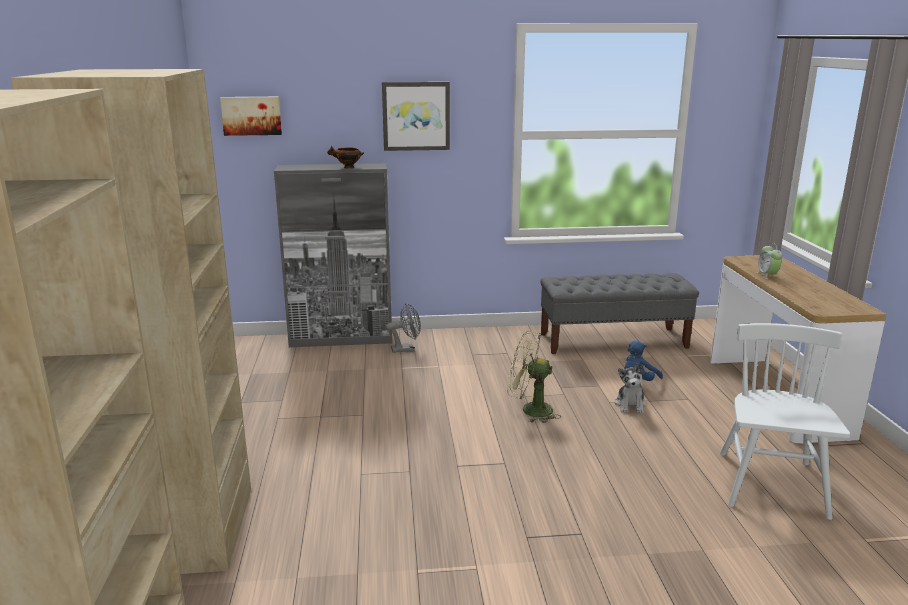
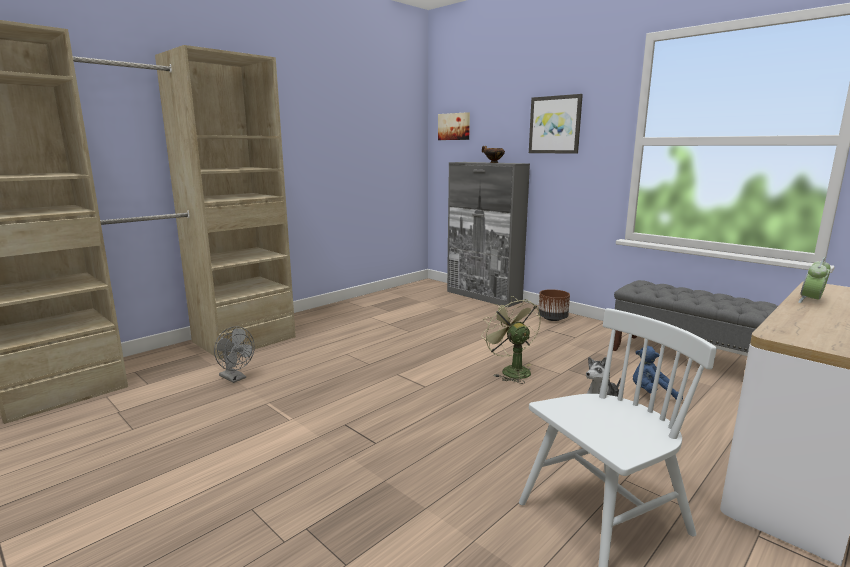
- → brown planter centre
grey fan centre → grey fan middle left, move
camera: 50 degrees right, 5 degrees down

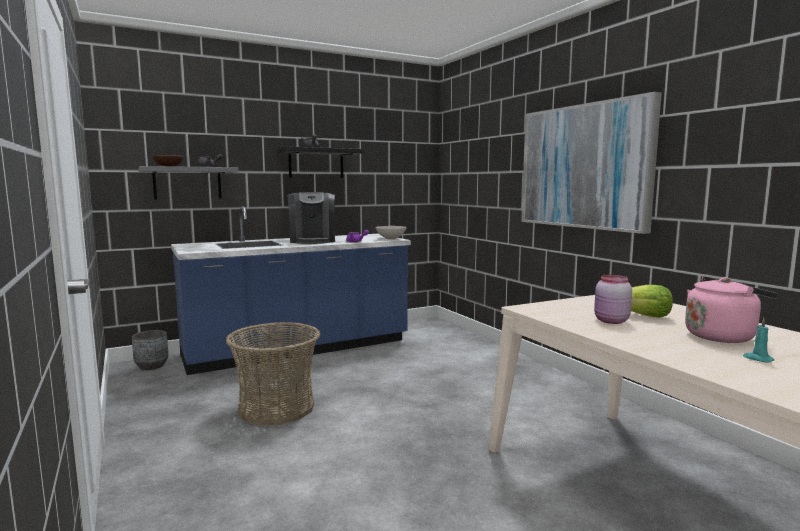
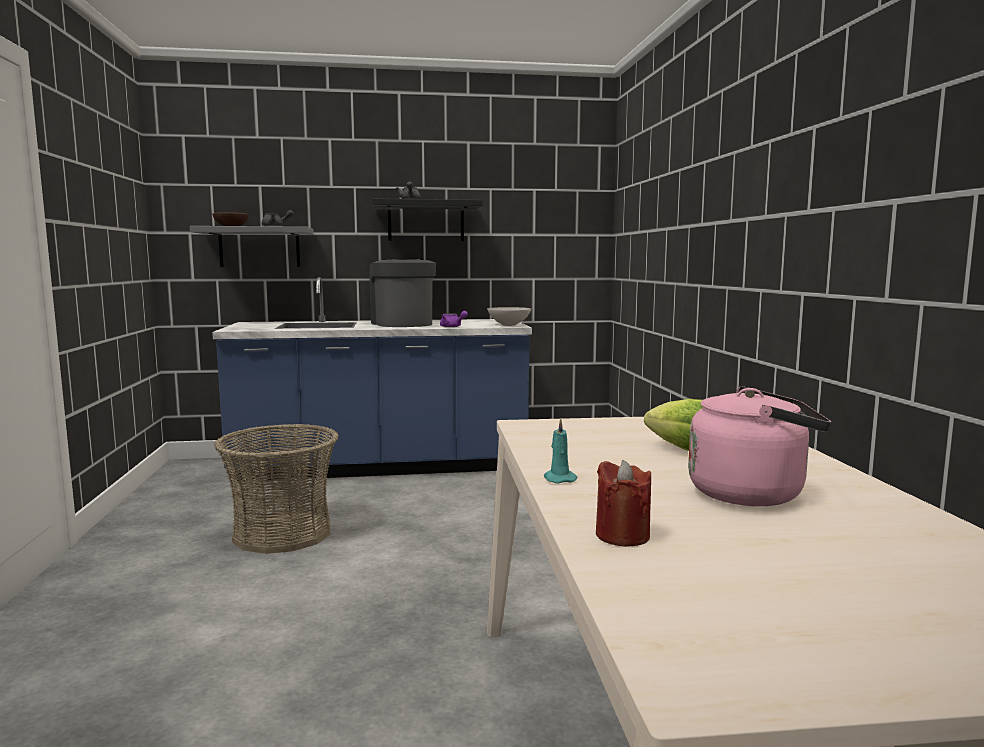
grey planter middle left → -
picture top right → -
pink jar middle right → -
- → red candle bottom centre
turquoise candle middle right → turquoise candle centre, move
coffee machine centre, 150 degrees clockwise
camera: 20 degrees right, 0 degrees up

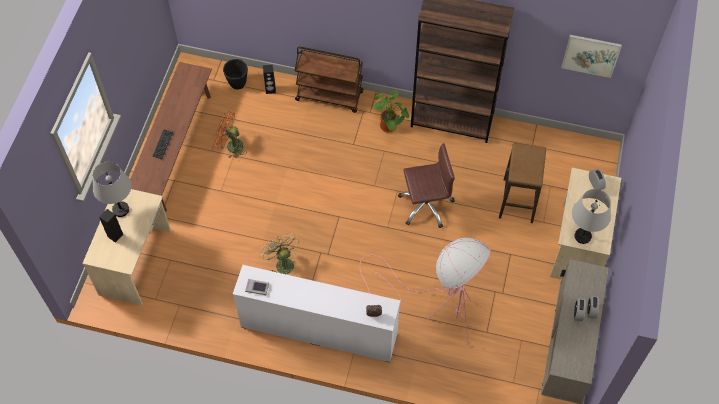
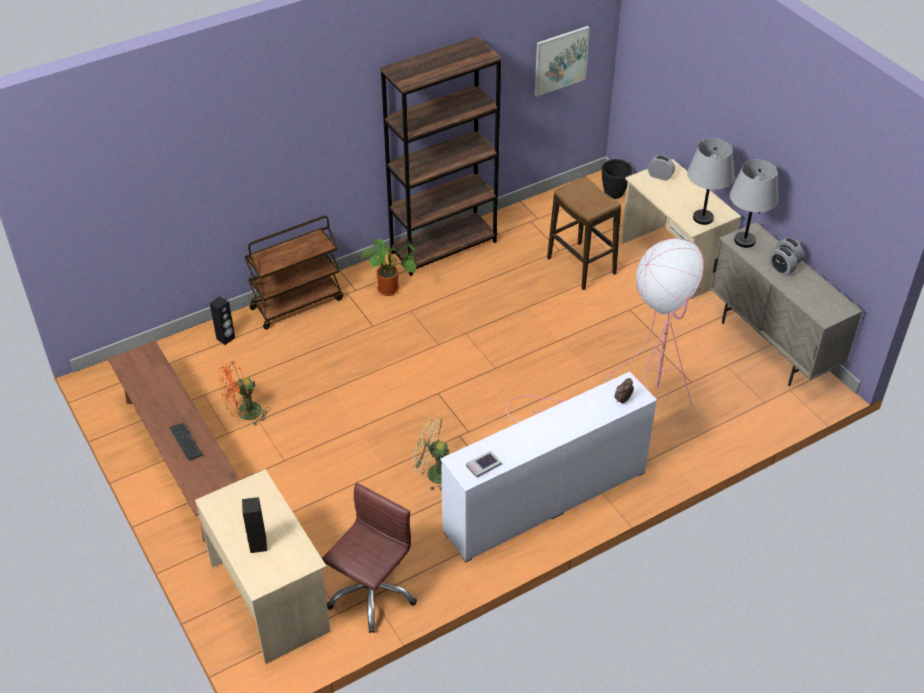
grey table lamp (1st from left in the first image) middle left → grey table lamp (2nd from left) top right, move
black planter top left → black planter top right, move
brown office chair centre → brown office chair bottom centre, move
camera: 45 degrees left, 15 degrees down

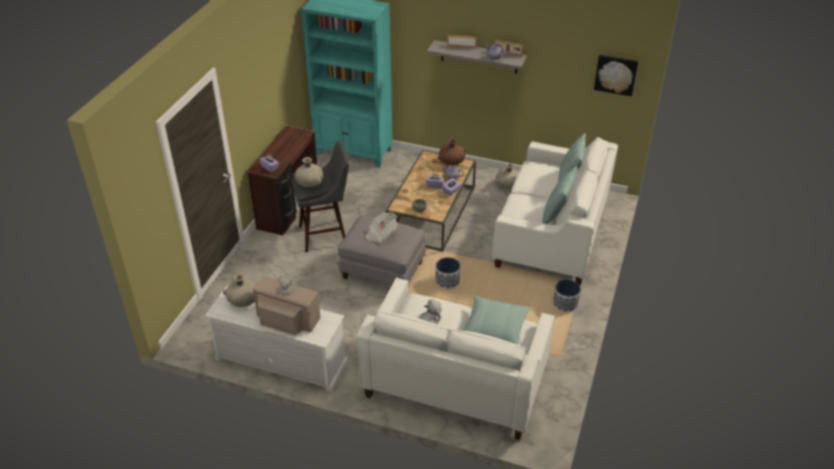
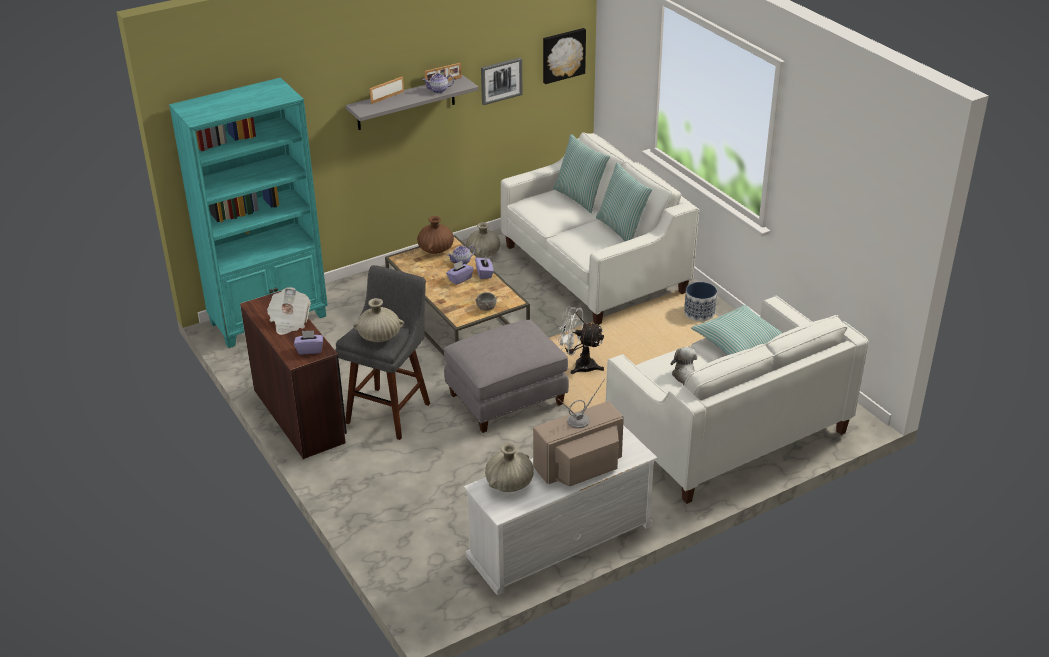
- → picture (1st from left) top centre
newspaper centre → newspaper middle left, move
planter (1st from left) centre → white fan centre
camera: 50 degrees left, 5 degrees down

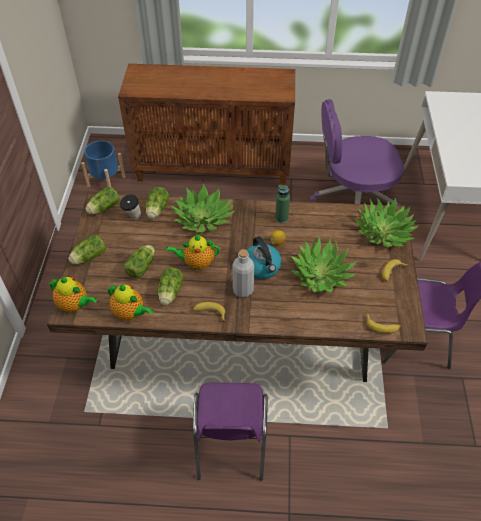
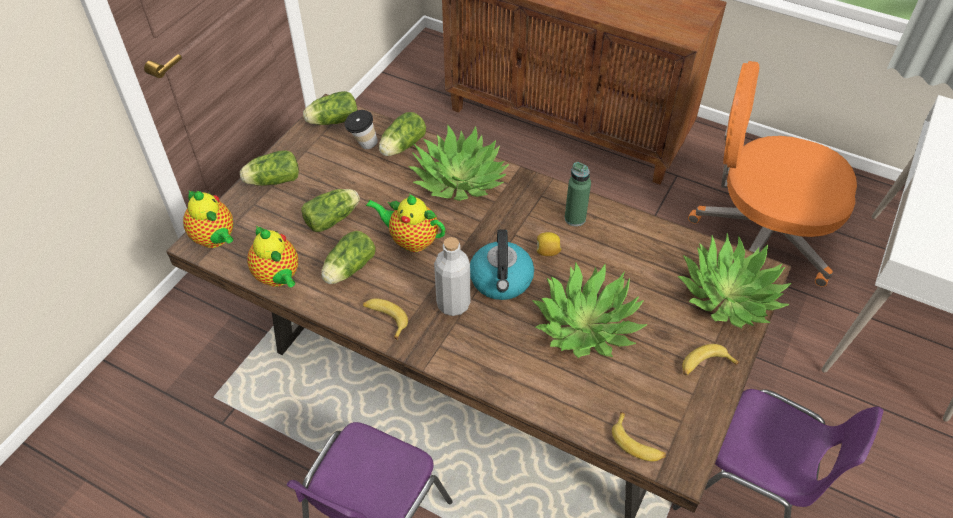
blue planter top left → -
purple office chair top right → orange office chair middle right
camera: 25 degrees right, 0 degrees up

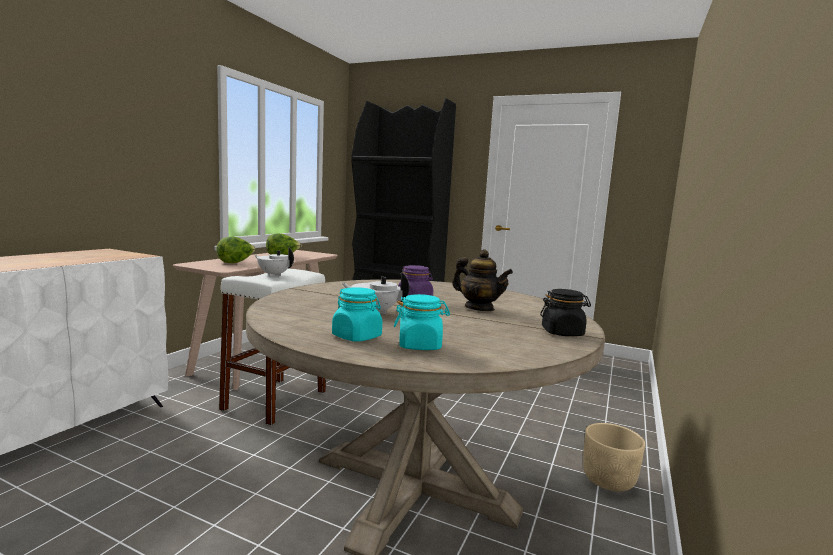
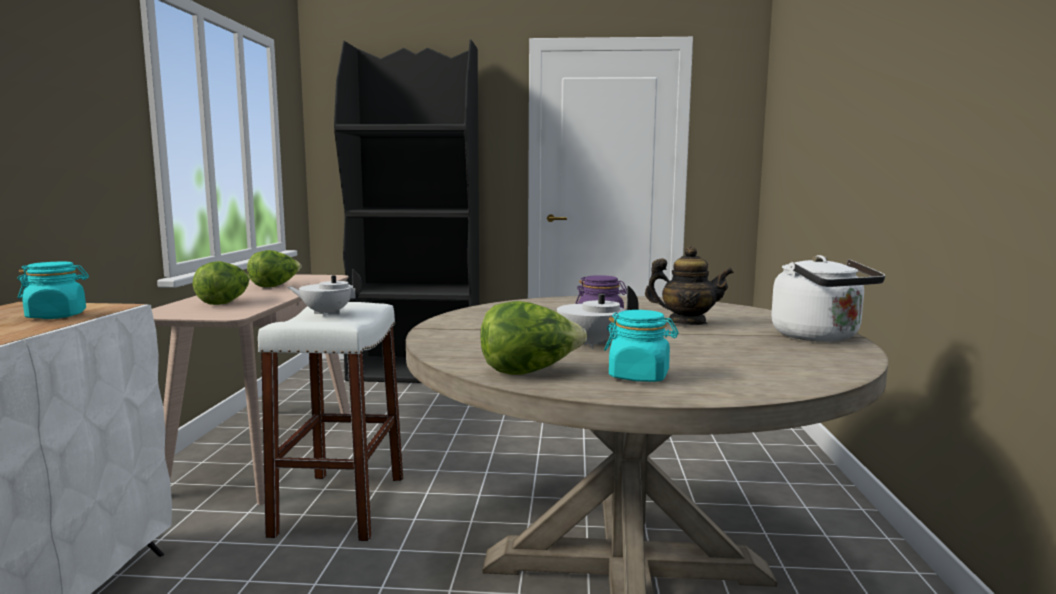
beige planter bottom right → -
- → lettuce (3rd from left) centre
turquoise jar (2nd from left in the first image) centre → turquoise jar (1st from left) middle left, move
black jar middle right → white kettle middle right
camera: 20 degrees left, 0 degrees up

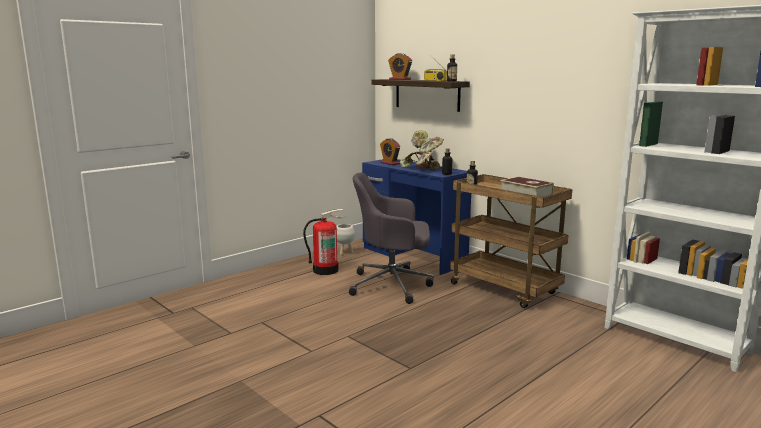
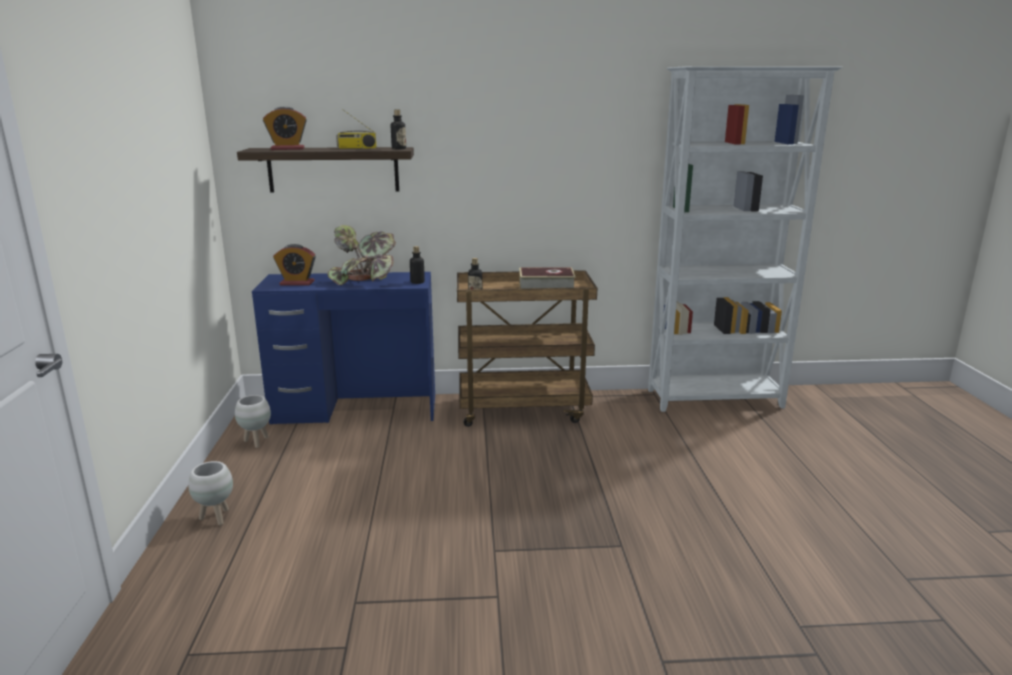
fire extinguisher centre → -
grey office chair centre → -
- → white planter (1st from left) bottom left
camera: 50 degrees left, 5 degrees up

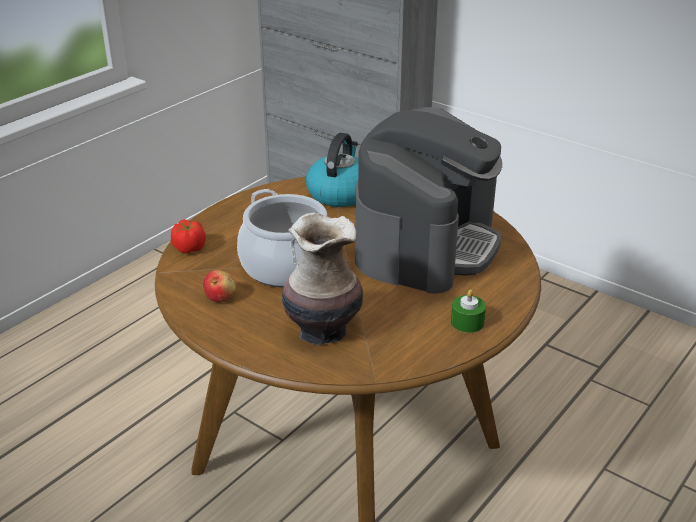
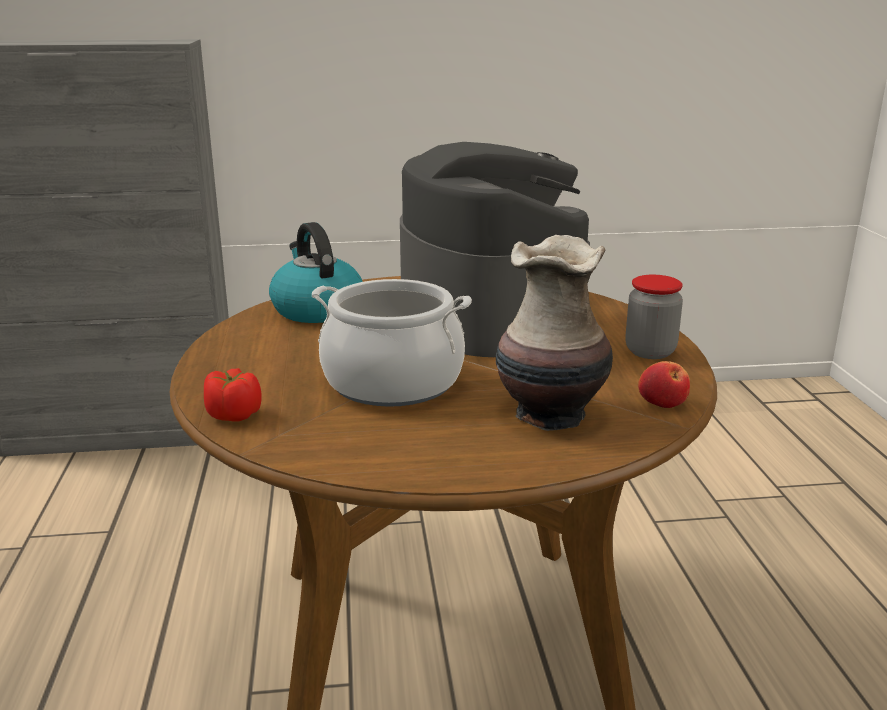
apple middle left → apple middle right, move
green candle middle right → jar middle right
camera: 45 degrees left, 10 degrees down

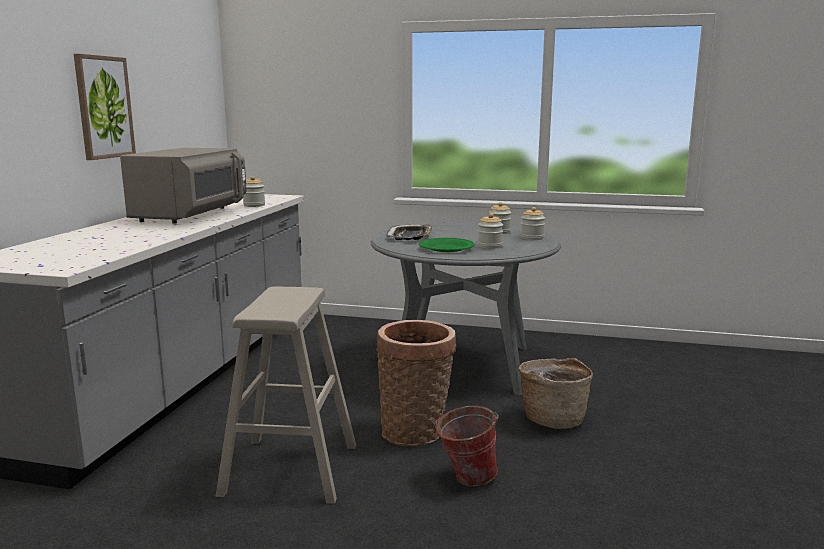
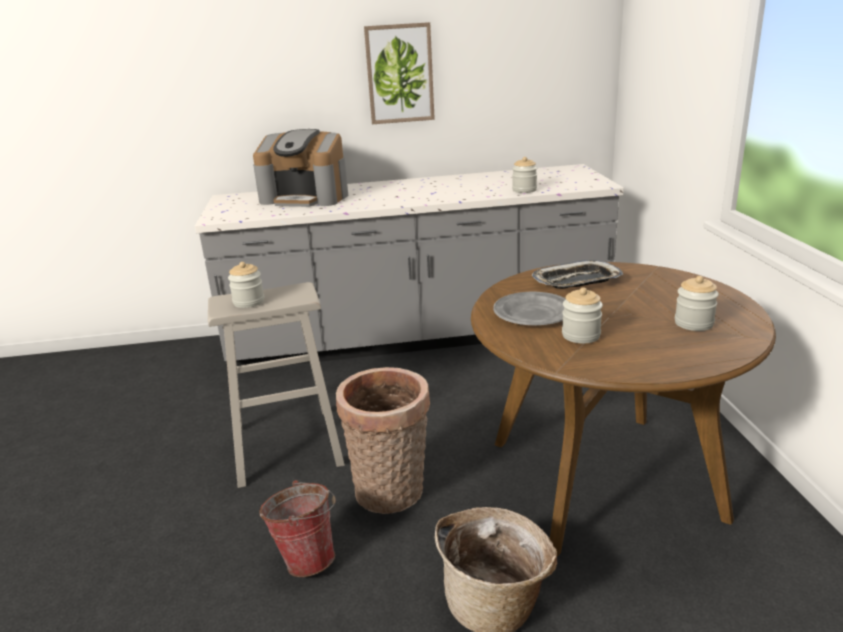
grey microwave middle left → -
- → coffee machine top centre
jar (4th from left in the first image) centre → jar (1st from left) middle left, move
grey dining table centre → brown dining table middle right
green plate centre → grey plate centre
camera: 70 degrees right, 10 degrees up

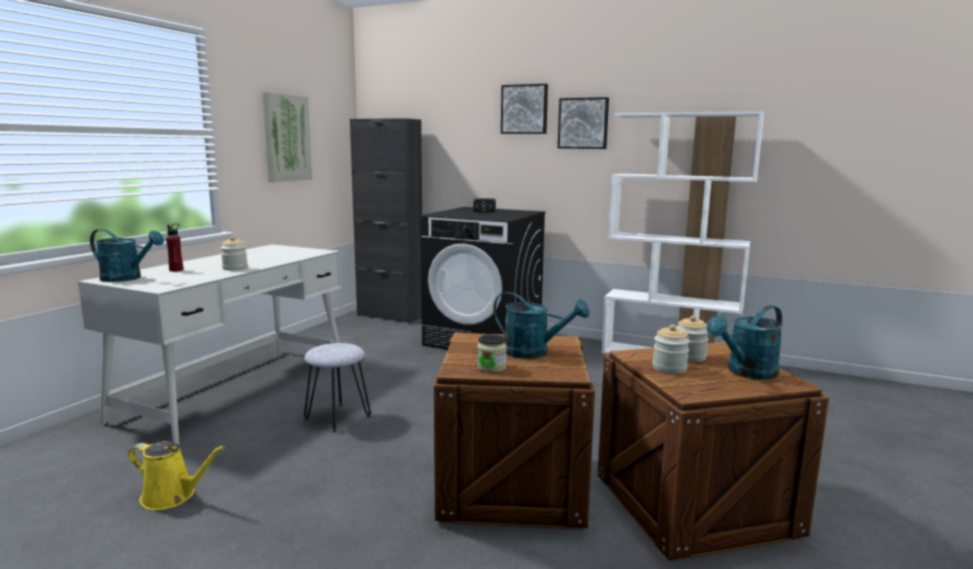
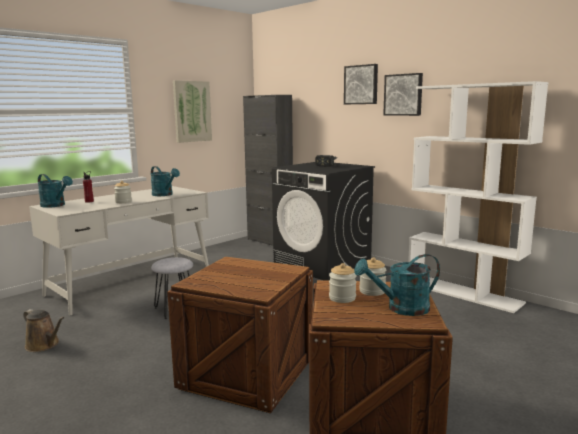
jar (2nd from left) centre → -
turquoise watering can (2nd from left) centre → turquoise watering can (2nd from left) middle left, move
yellow watering can bottom left → brown watering can bottom left
camera: 20 degrees right, 0 degrees up

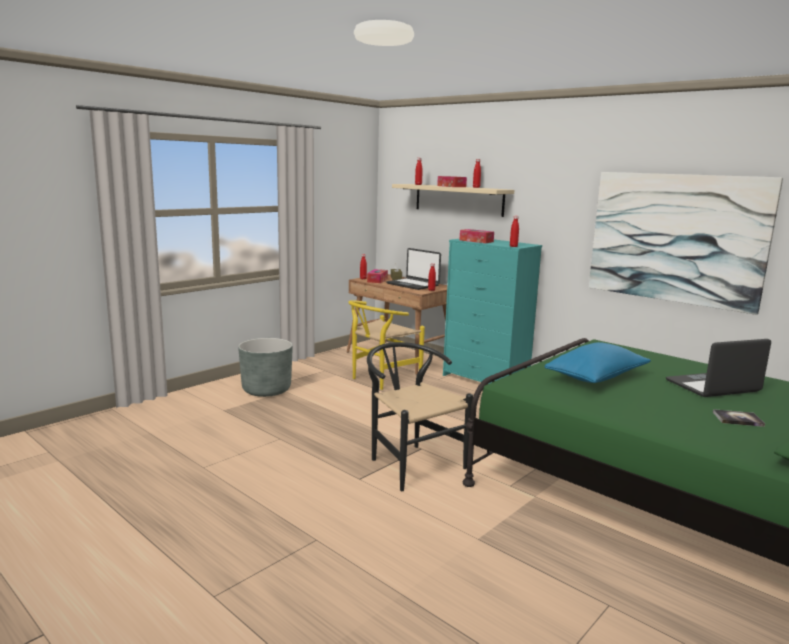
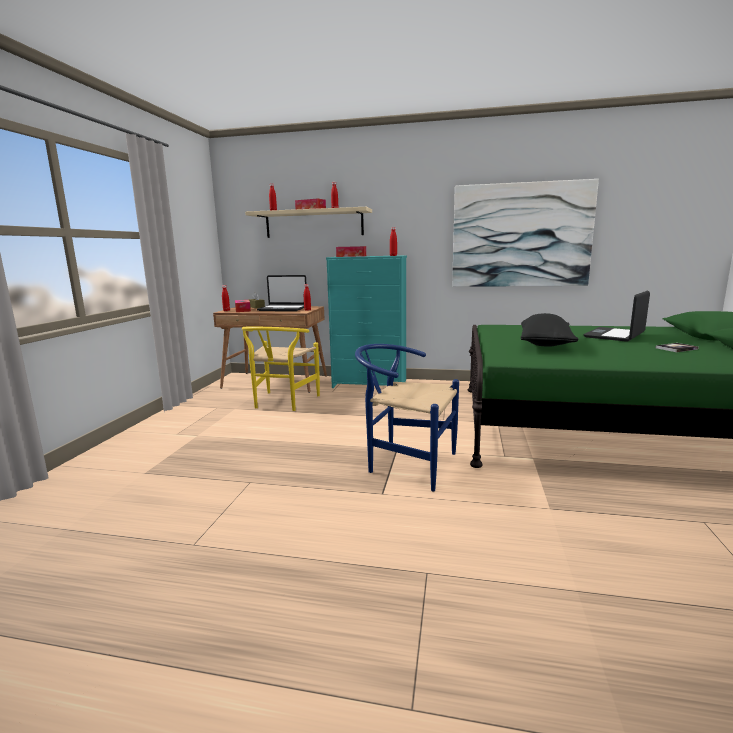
grey planter centre → -
black chair centre → blue chair centre
blue pillow middle right → black pillow middle right
camera: 30 degrees left, 0 degrees up

